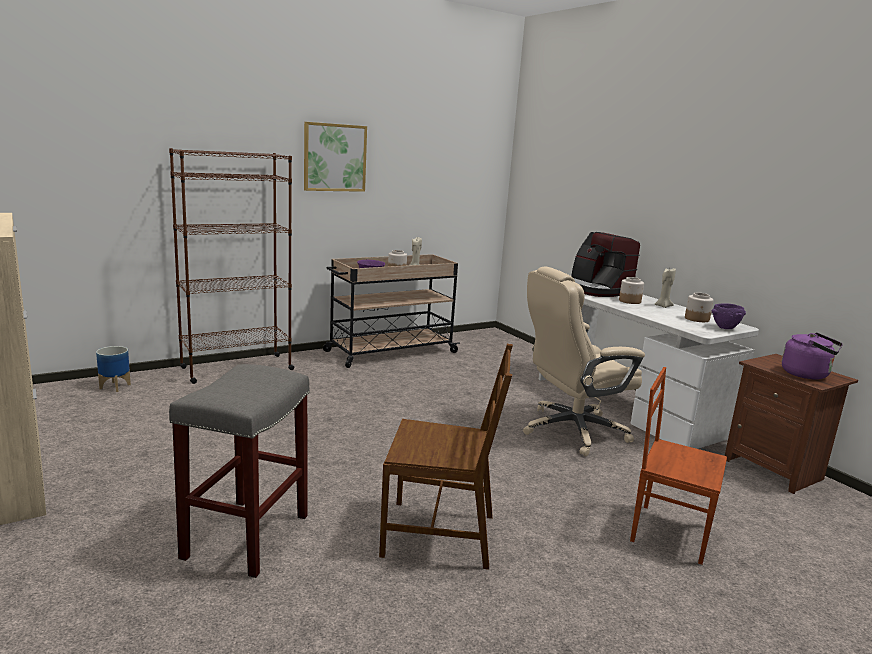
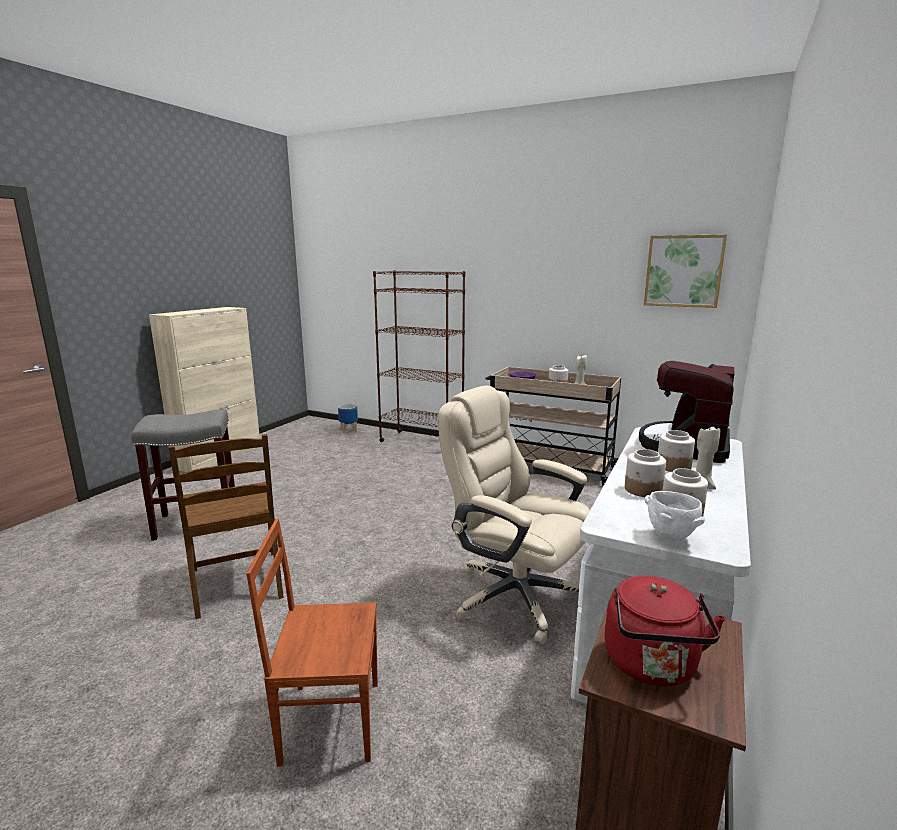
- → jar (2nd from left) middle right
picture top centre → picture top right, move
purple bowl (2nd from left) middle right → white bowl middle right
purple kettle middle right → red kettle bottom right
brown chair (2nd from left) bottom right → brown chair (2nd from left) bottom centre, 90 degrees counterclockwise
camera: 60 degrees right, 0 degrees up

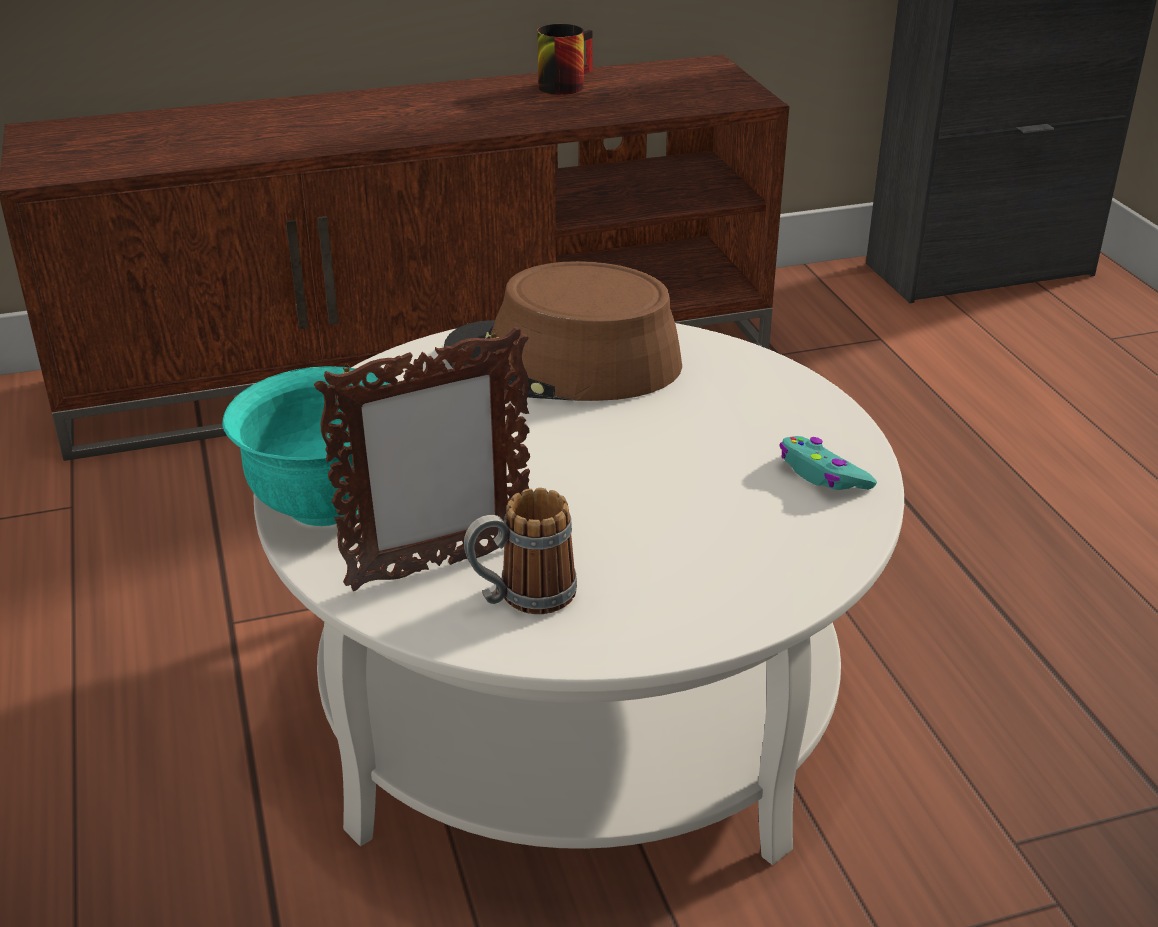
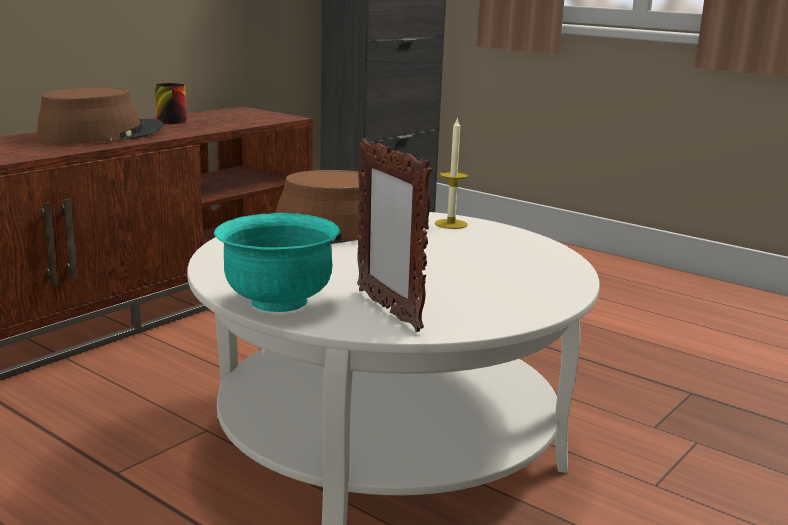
mug (1st from left) centre → -
turquoise game controller middle right → -
- → brown hat (1st from left) top left
- → candle top centre
picture frame centre, 120 degrees clockwise
camera: 35 degrees left, 15 degrees down

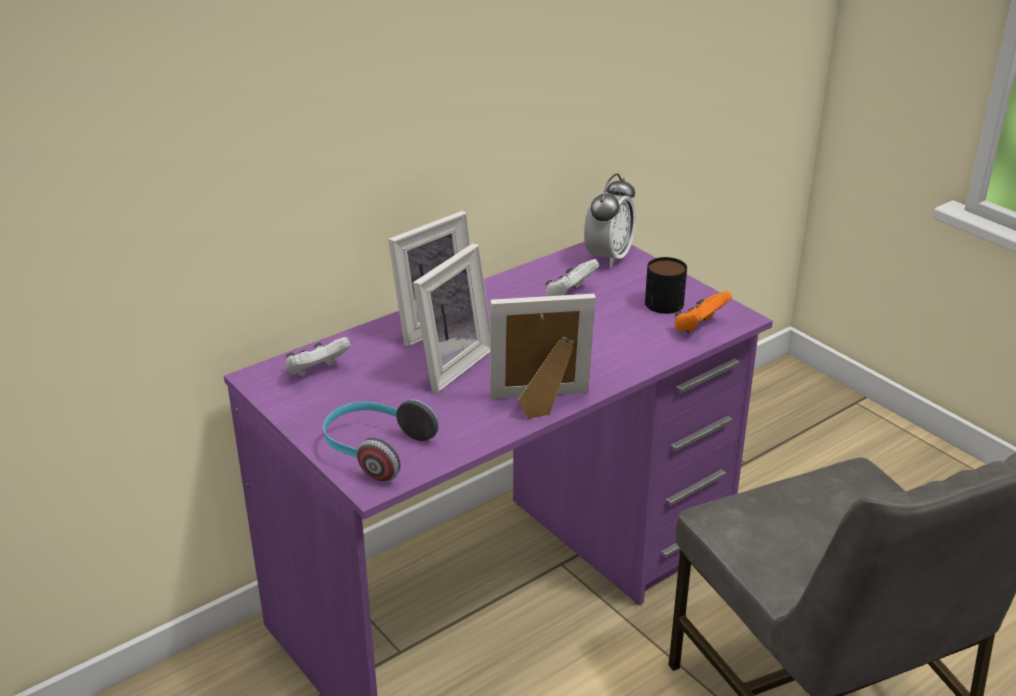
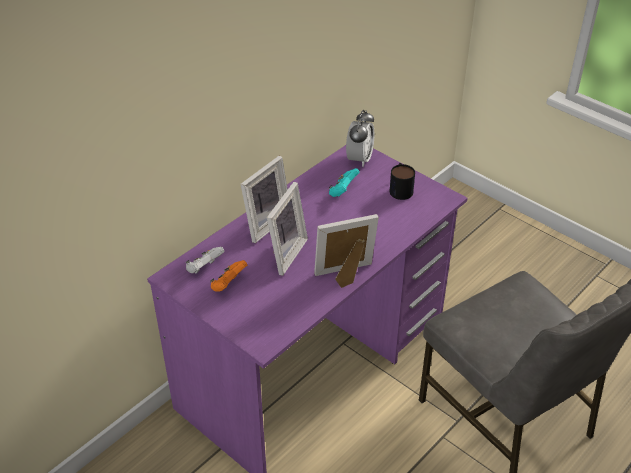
headphones centre → -
orange game controller middle right → orange game controller centre, move
white game controller (2nd from left) centre → turquoise game controller centre
camera: 10 degrees left, 10 degrees up

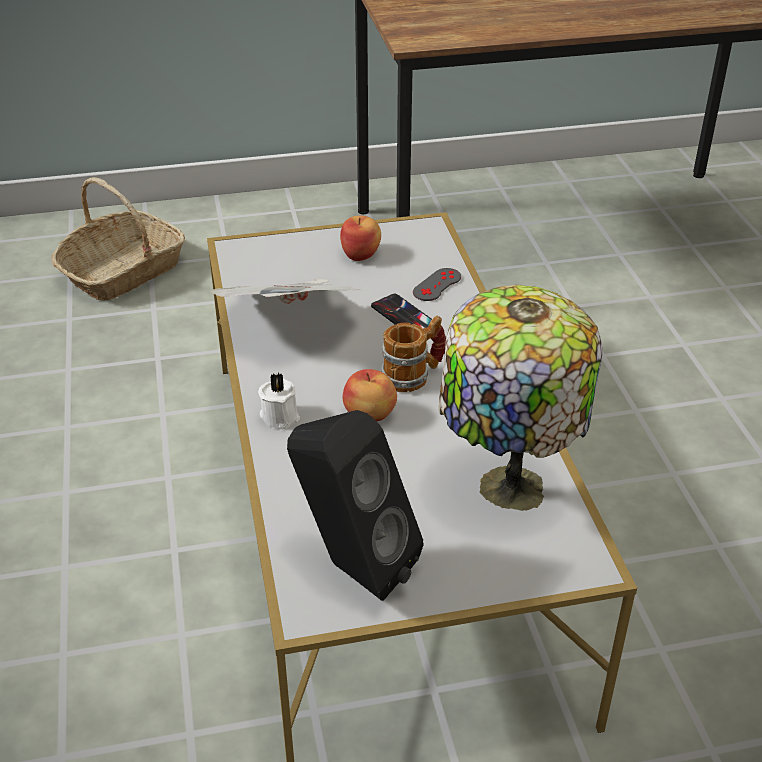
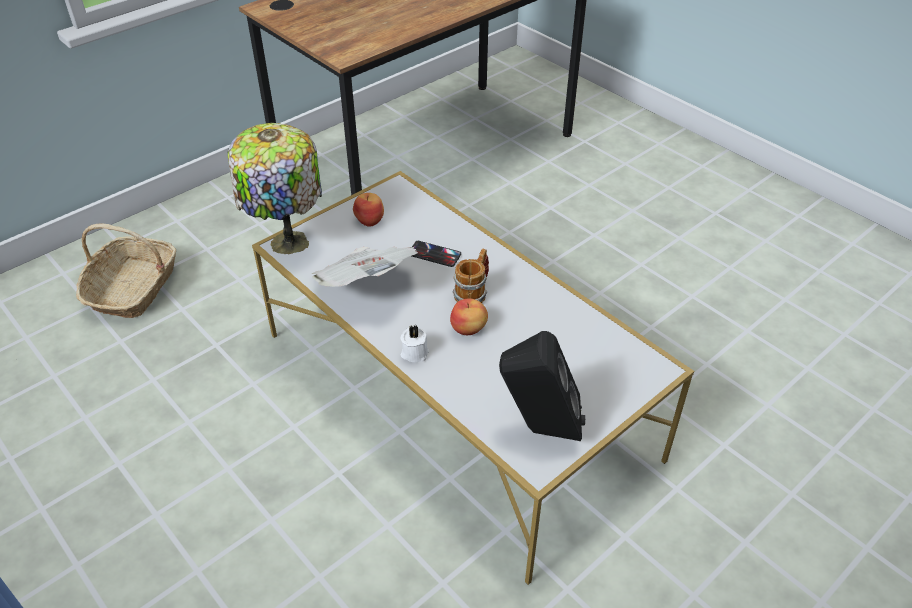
grey game controller centre → -
table lamp middle right → table lamp top left, move
camera: 30 degrees left, 5 degrees up

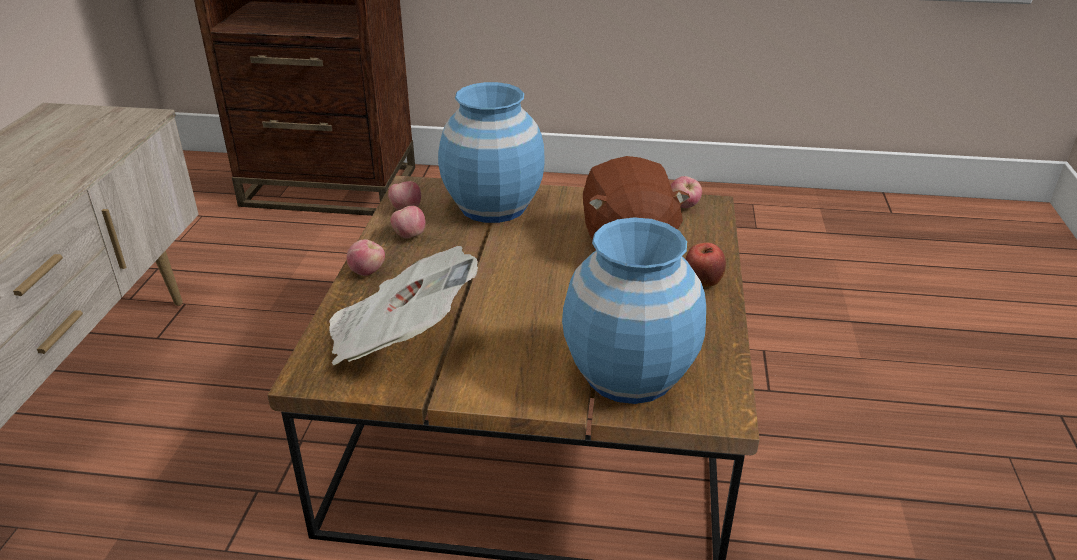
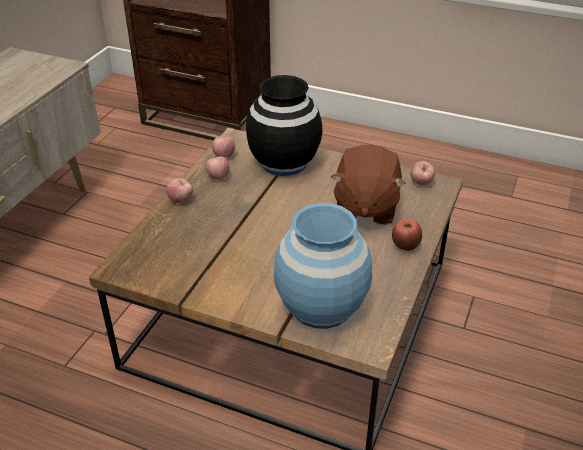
newspaper centre → -
blue vase (1st from left) top centre → black vase top centre
camera: 15 degrees right, 5 degrees up

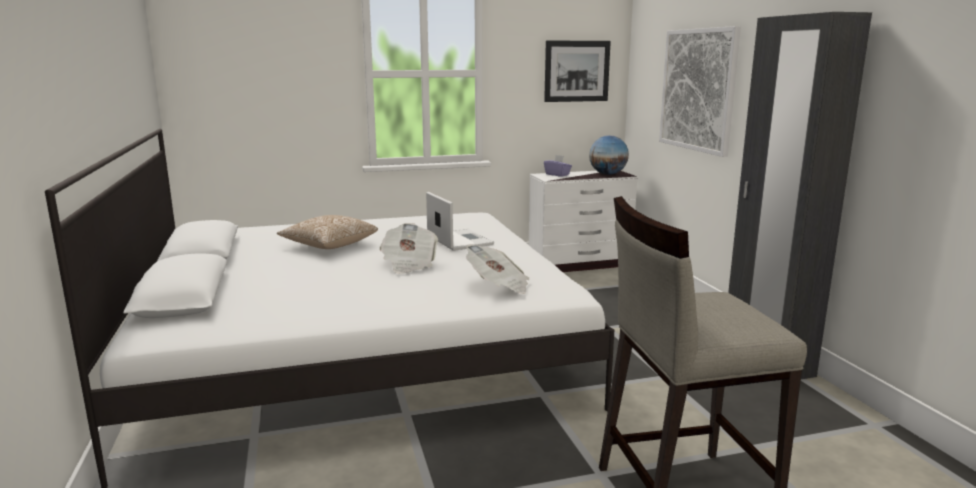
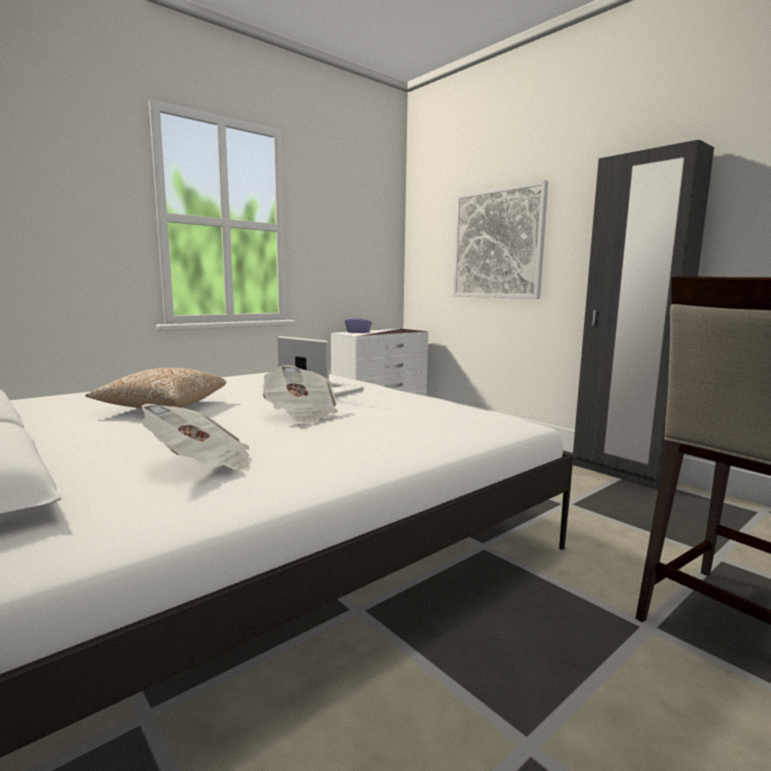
picture (1st from left) top centre → -
globe top centre → -
newspaper (2nd from left in the first image) centre → newspaper (1st from left) middle left, move
camera: 25 degrees left, 5 degrees down

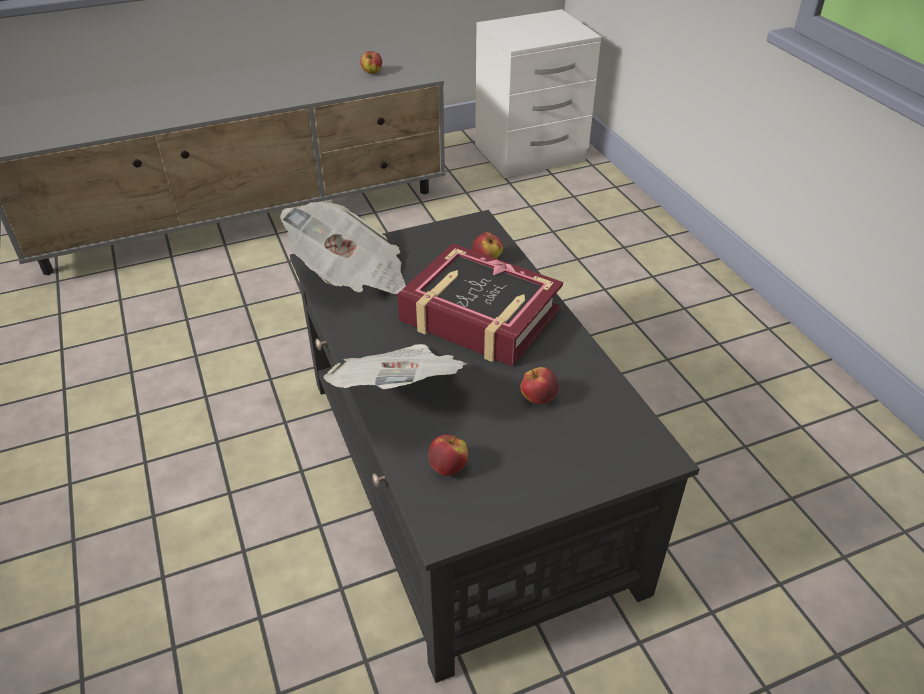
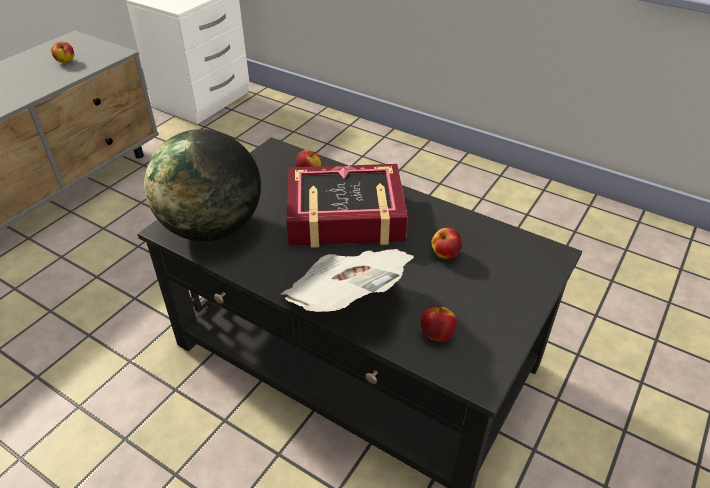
newspaper (1st from left) centre → globe middle left
camera: 35 degrees left, 0 degrees up

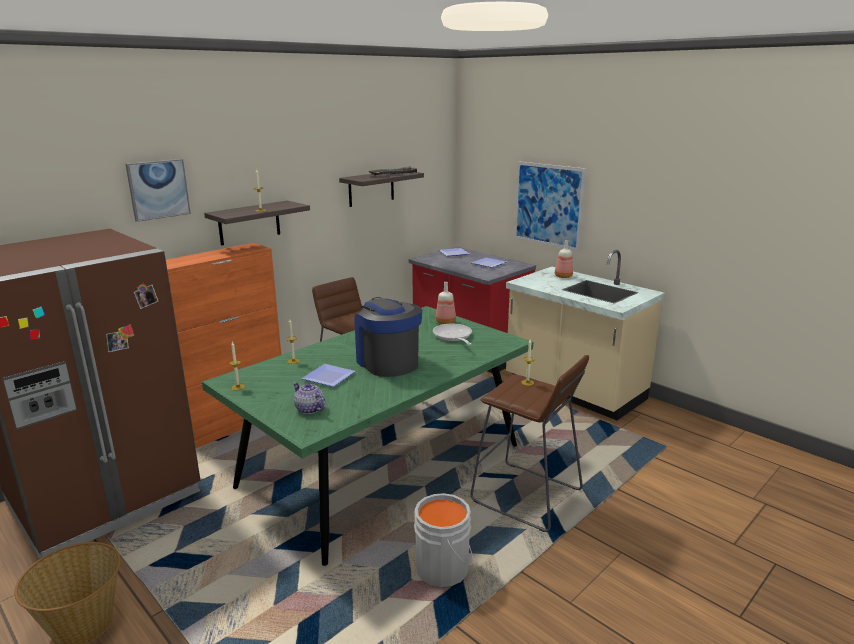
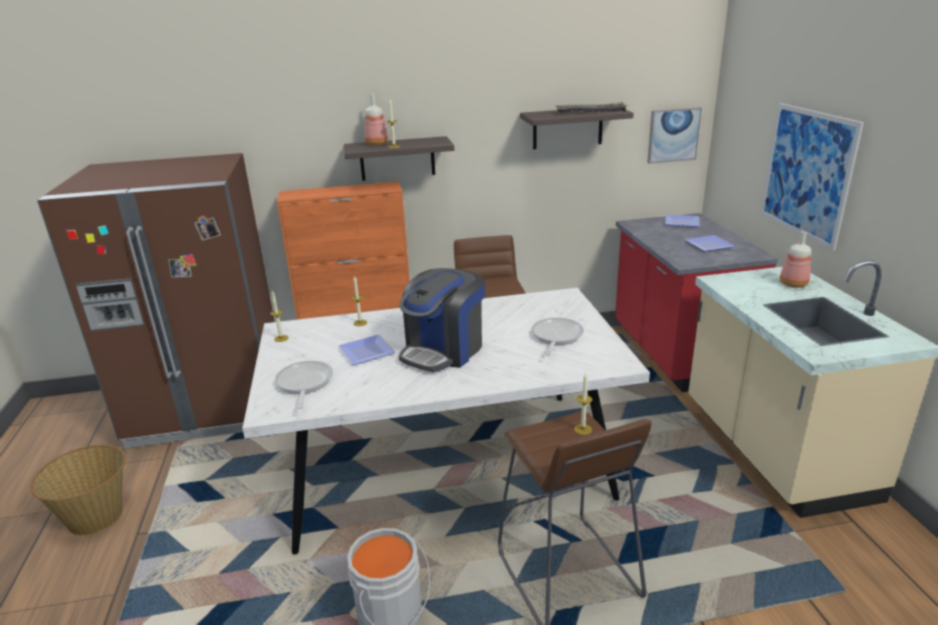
picture (1st from left) top left → picture (1st from left) top right, move
bottle (1st from left) centre → bottle (1st from left) top centre, move
teapot centre → frying pan (1st from left) middle left
green dining table bottom centre → white dining table bottom centre
coffee machine centre, 150 degrees counterclockwise
camera: 35 degrees right, 5 degrees up

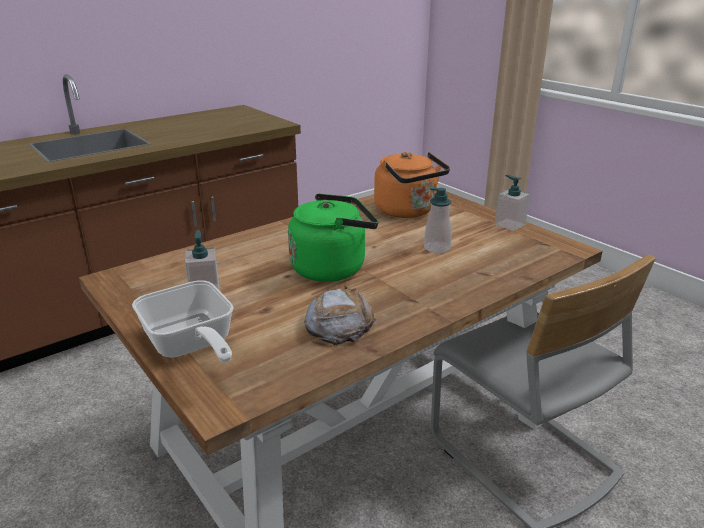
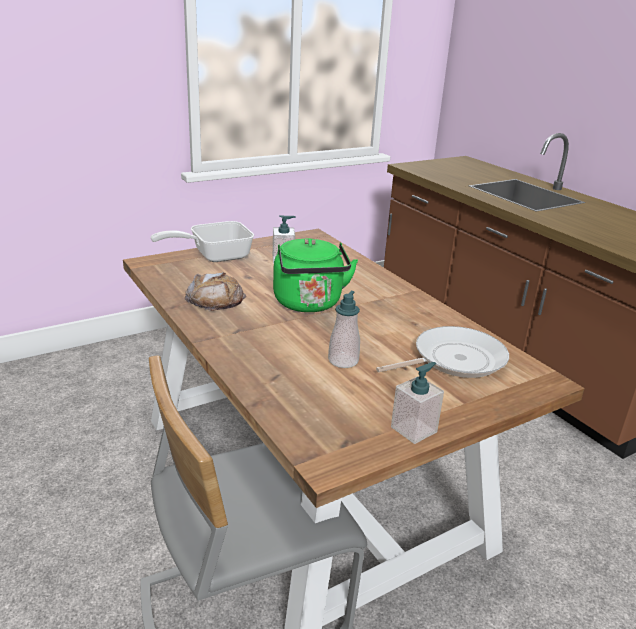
orange kettle centre → frying pan (2nd from left) middle right
camera: 95 degrees right, 0 degrees up

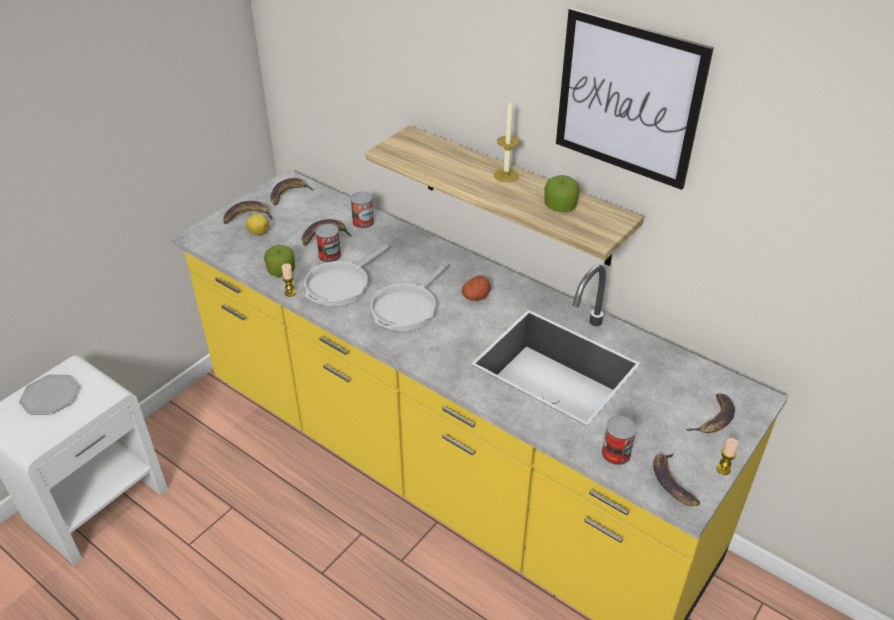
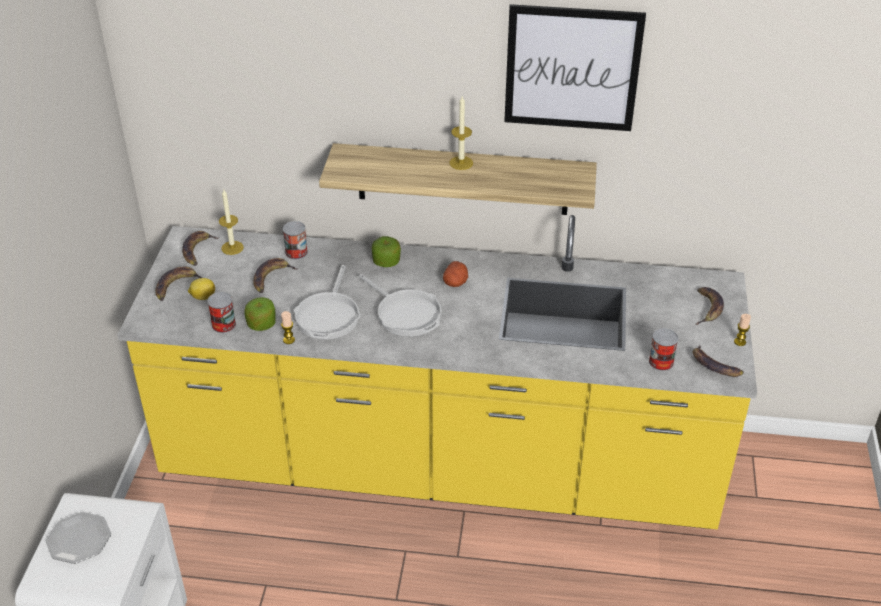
- → candle (1st from left) middle left
can (1st from left) centre → can (1st from left) middle left, move
apple (2nd from left) top centre → apple (2nd from left) centre, move
frying pan (2nd from left) centre, 45 degrees counterclockwise
camera: 30 degrees left, 0 degrees up

